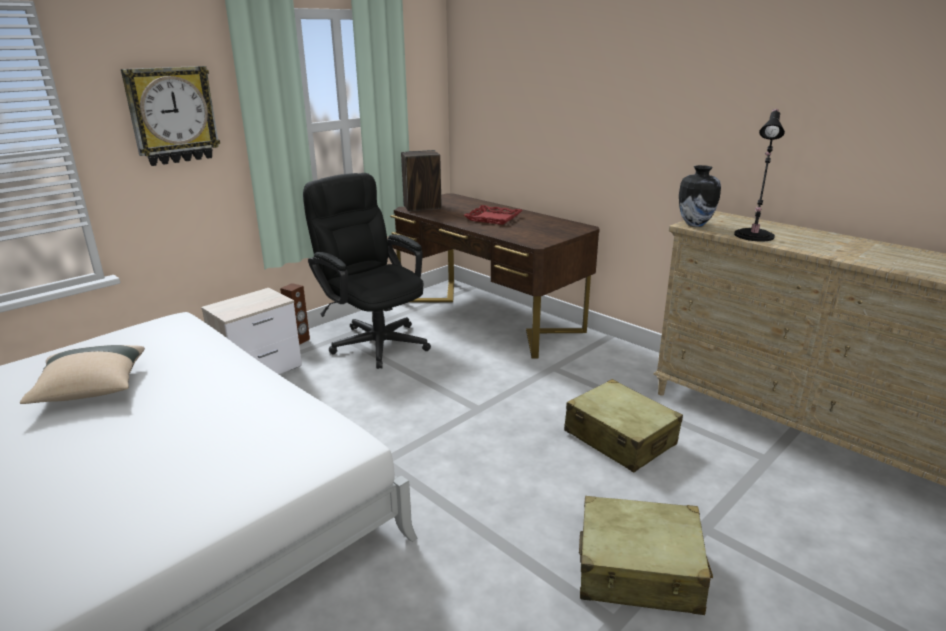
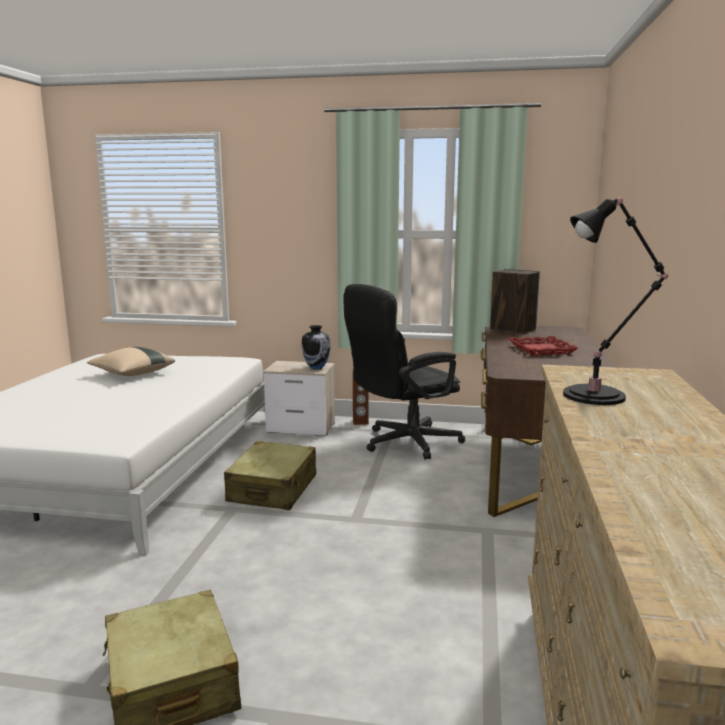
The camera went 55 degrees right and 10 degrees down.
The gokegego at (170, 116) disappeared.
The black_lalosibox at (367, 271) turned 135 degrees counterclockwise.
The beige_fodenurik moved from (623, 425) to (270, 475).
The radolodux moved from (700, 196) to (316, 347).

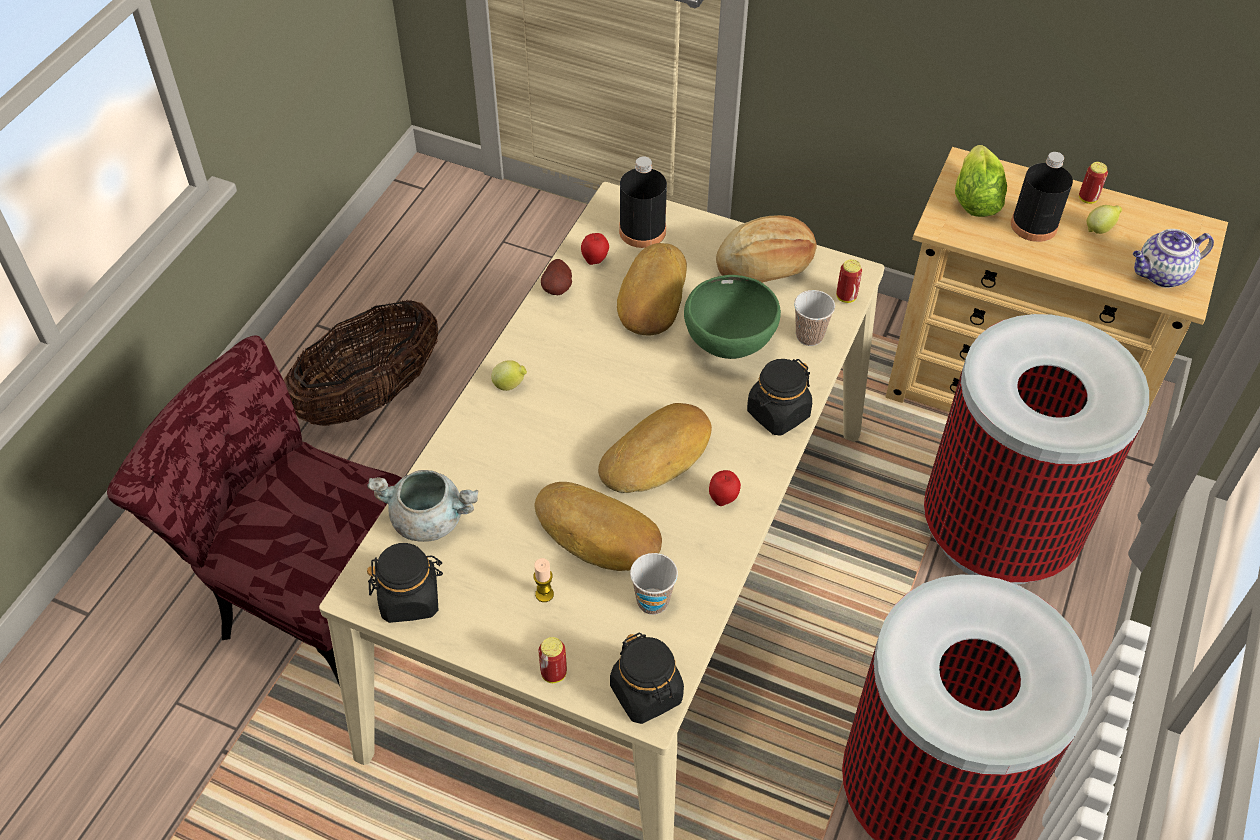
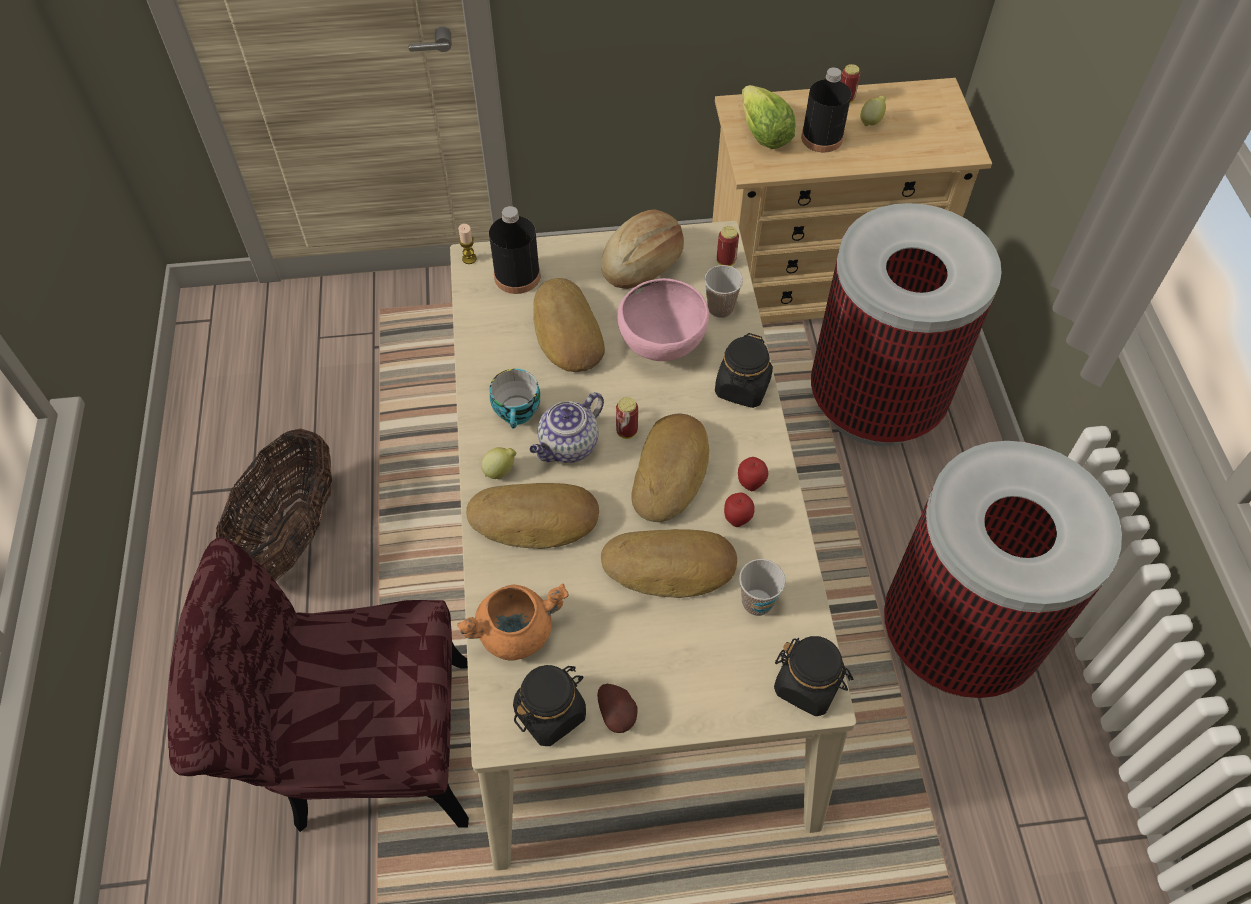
The camera went 30 degrees left and 5 degrees up.
The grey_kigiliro at (423, 506) became the orange_kigiliro at (513, 622).
The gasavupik moved from (543, 580) to (467, 244).
The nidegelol moved from (552, 660) to (627, 418).
The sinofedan moved from (556, 277) to (617, 708).
The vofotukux moved from (595, 249) to (739, 510).
The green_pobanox at (732, 317) became the pink_pobanox at (663, 319).
The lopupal moved from (1173, 258) to (567, 427).
The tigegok at (532, 516) appeared.
The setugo at (514, 399) appeared.

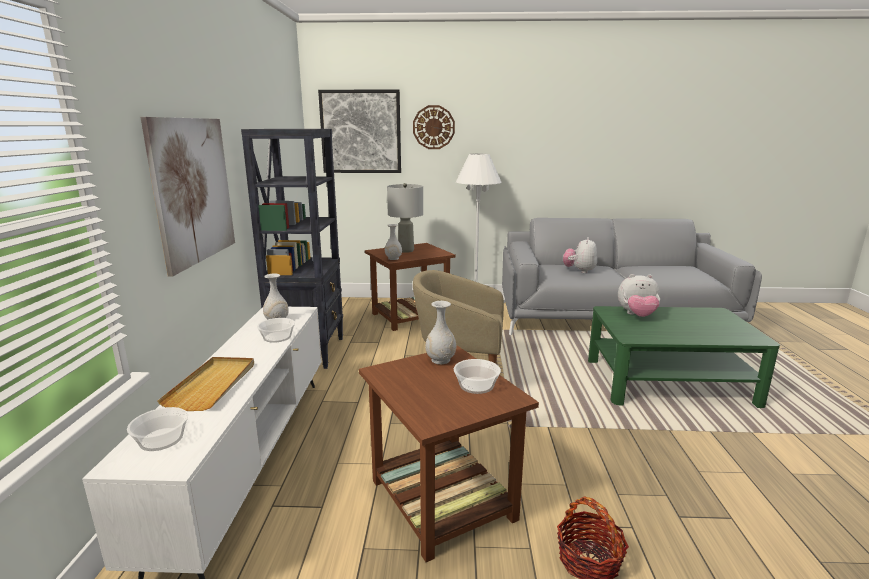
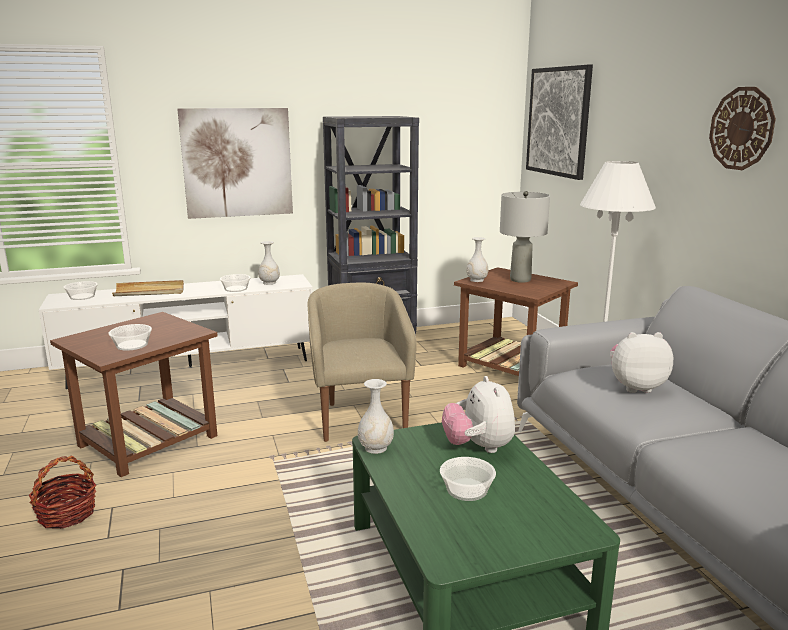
The camera went 70 degrees right and 0 degrees up.
The gokegego moved from (434, 127) to (742, 128).
The white_radolodux moved from (440, 332) to (376, 416).
The pobanox at (468, 479) appeared.

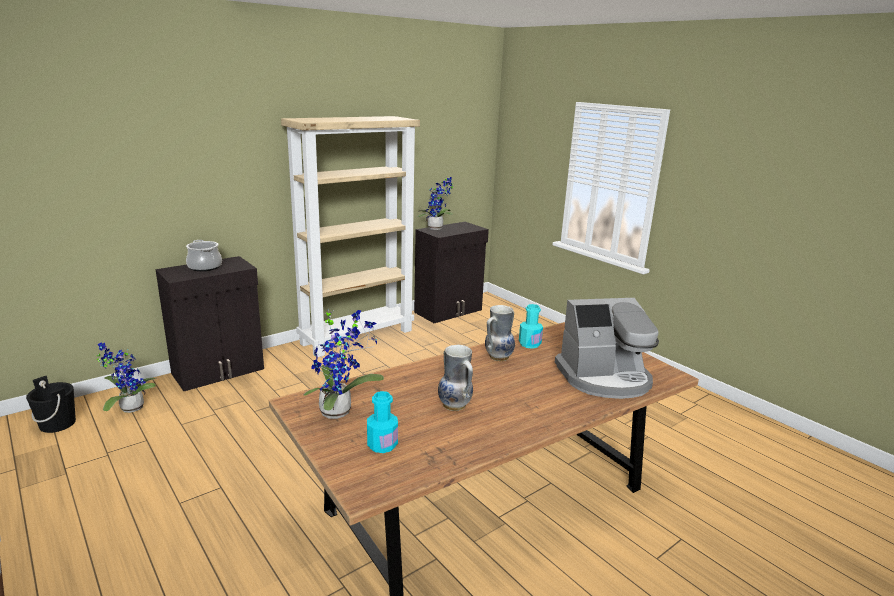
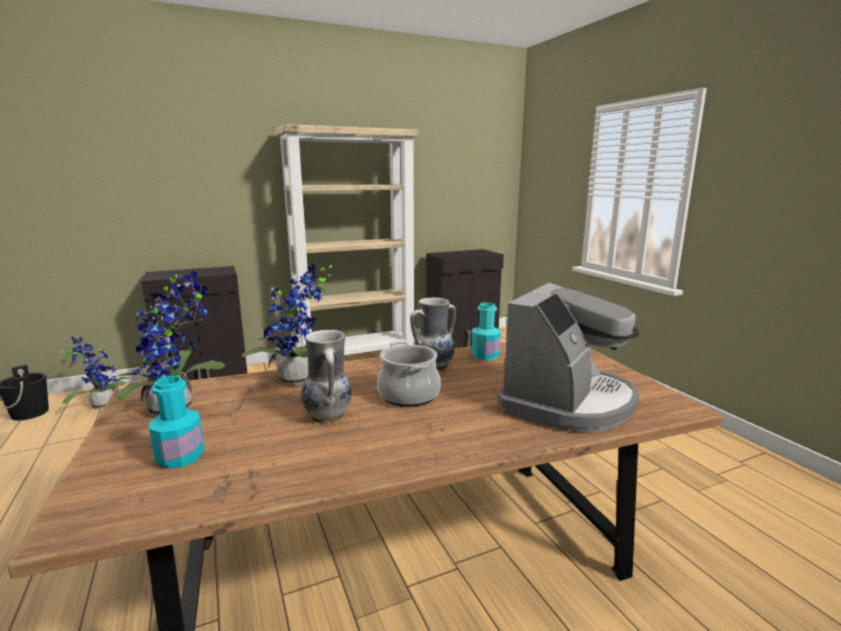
The camera went 15 degrees right and 5 degrees down.
The kigiliro moved from (204, 255) to (409, 374).
The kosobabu moved from (435, 203) to (286, 325).
The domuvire at (607, 348) turned 60 degrees counterclockwise.

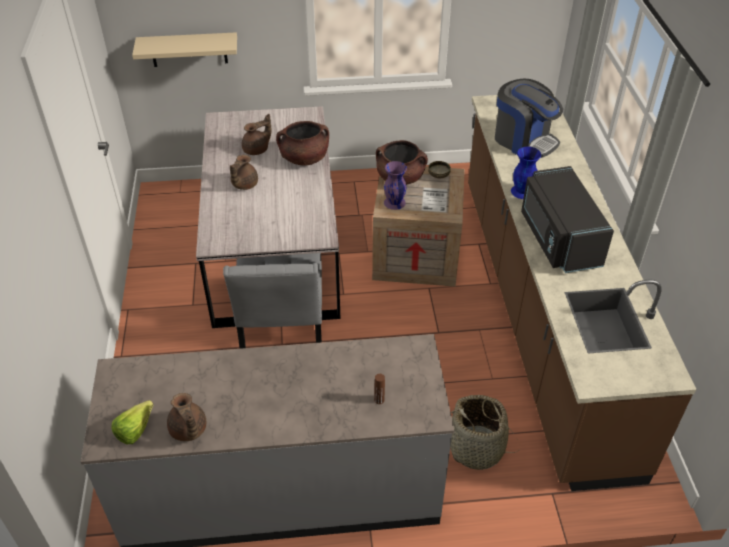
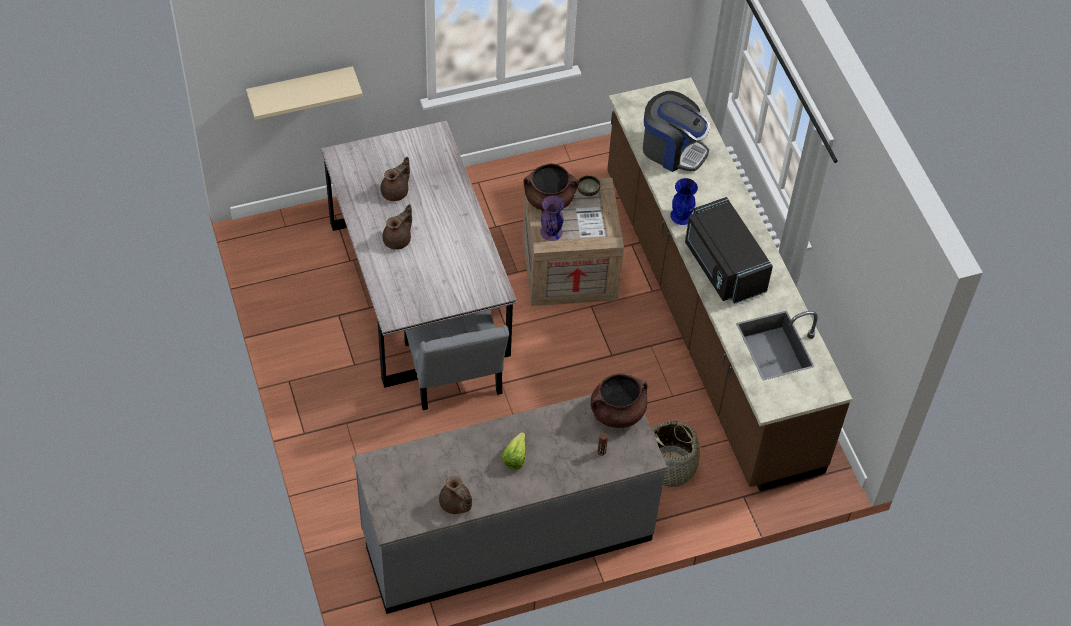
The camera went 15 degrees left and 10 degrees up.
The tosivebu moved from (132, 422) to (513, 451).
The brown_lopupal at (244, 172) turned 150 degrees counterclockwise.
The brown_kigiliro moved from (302, 143) to (619, 400).

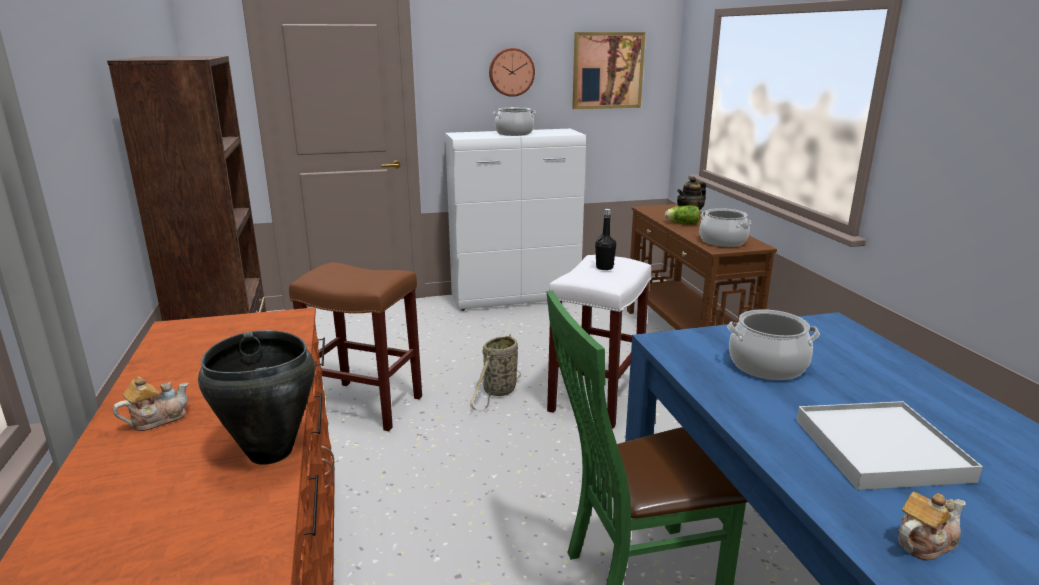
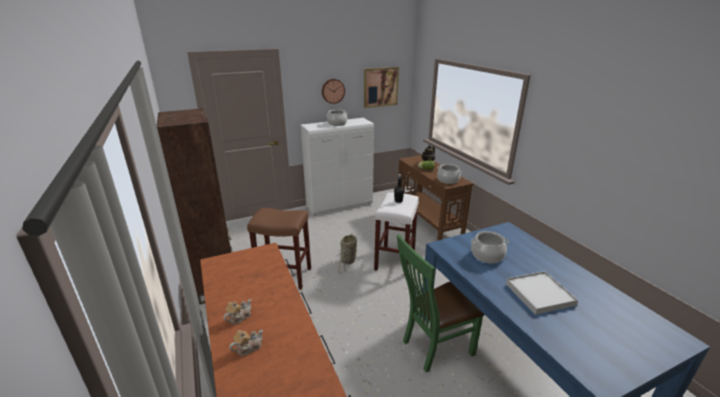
The camera went 10 degrees left and 5 degrees up.
The black_kigiliro at (256, 397) disappeared.
The lopupal moved from (932, 526) to (246, 342).

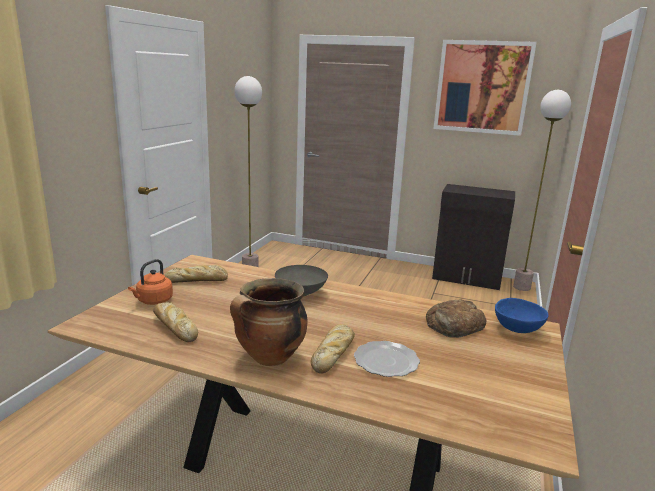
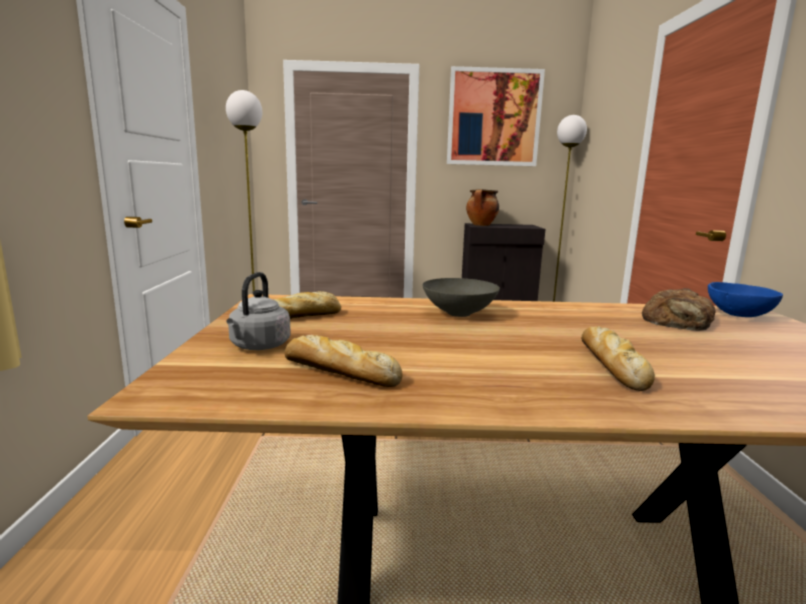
The camera went 20 degrees left and 5 degrees down.
The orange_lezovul at (150, 282) became the grey_lezovul at (259, 311).
The kigiliro moved from (269, 322) to (482, 207).
The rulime at (387, 359) disappeared.

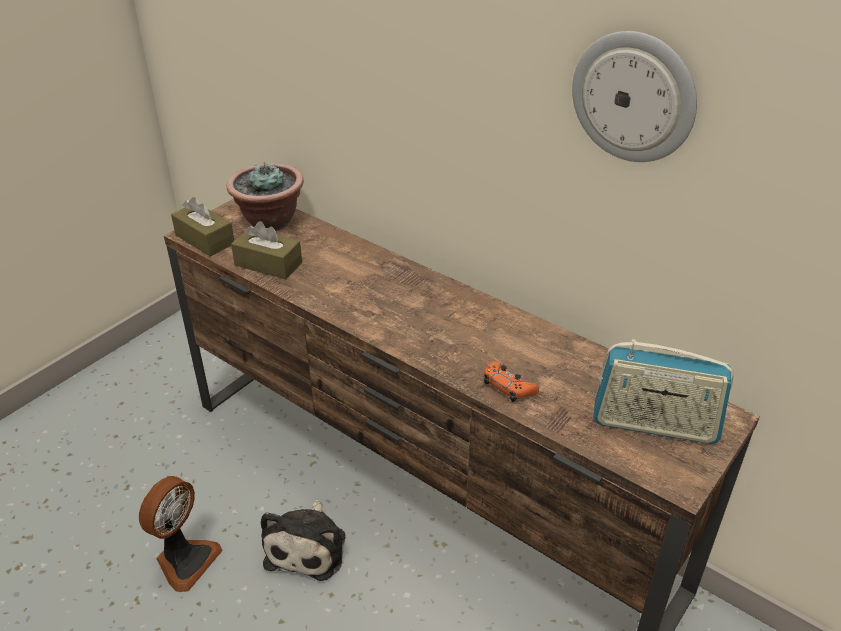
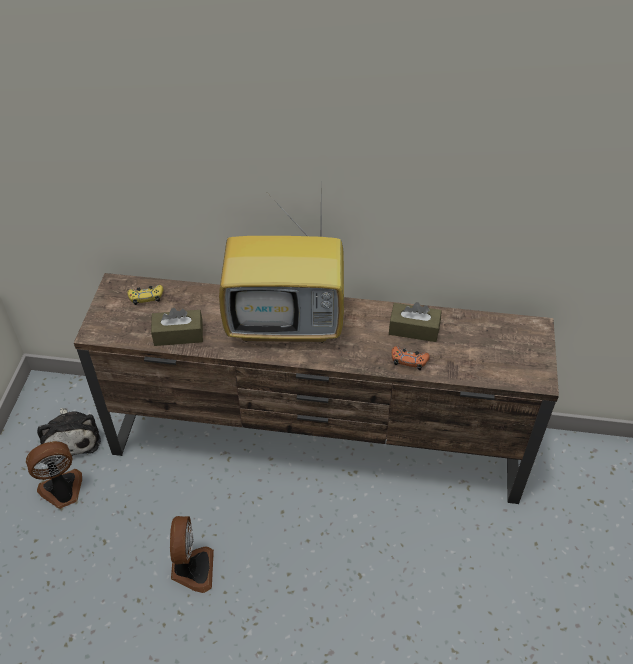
The camera went 30 degrees left and 10 degrees up.
The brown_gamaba moved from (202, 227) to (415, 322).
The kosobabu at (265, 196) was replaced by the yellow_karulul at (145, 295).
The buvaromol moved from (303, 540) to (69, 435).
The gokegego at (634, 96) disappeared.
The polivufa at (663, 391) disappeared.
The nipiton at (54, 475) appeared.
The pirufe at (281, 270) appeared.

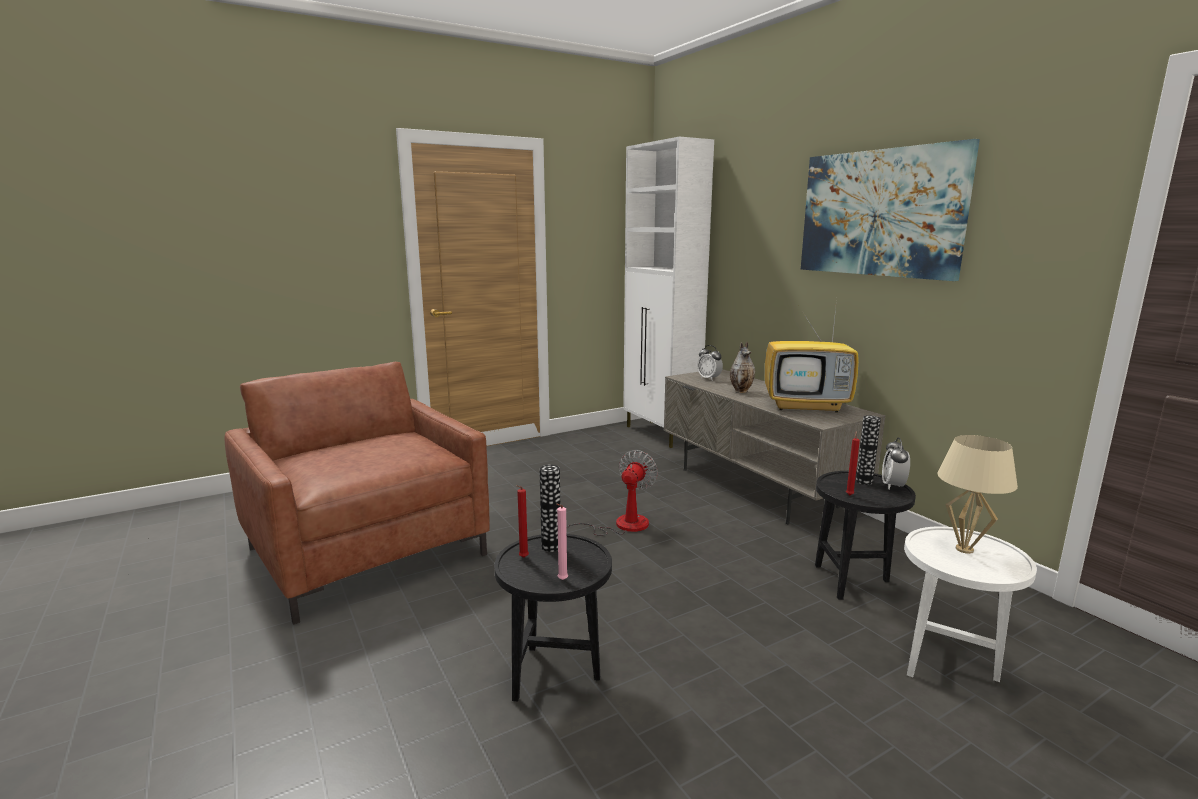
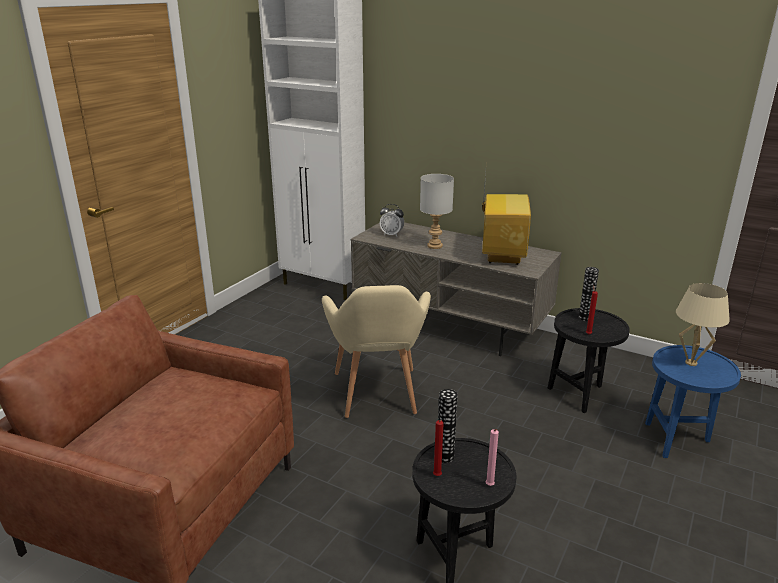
The camera went 30 degrees left and 10 degrees up.
The nipiton at (609, 493) was replaced by the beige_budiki at (376, 351).
The radolodux at (742, 367) was replaced by the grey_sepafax at (437, 211).
The pirufe at (811, 356) turned 60 degrees counterclockwise.
The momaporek at (890, 210) disappeared.
The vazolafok at (896, 464) disappeared.
The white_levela at (970, 604) became the blue_levela at (693, 401).

